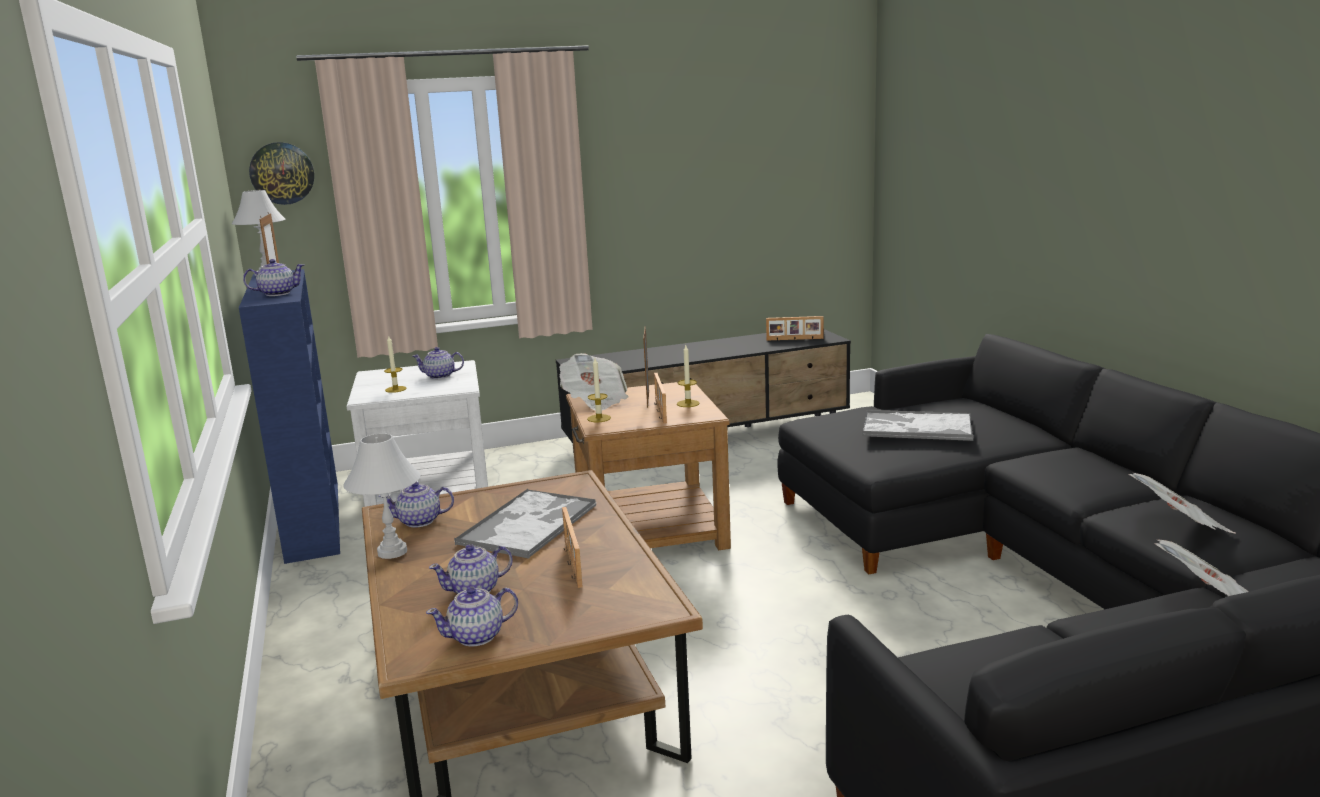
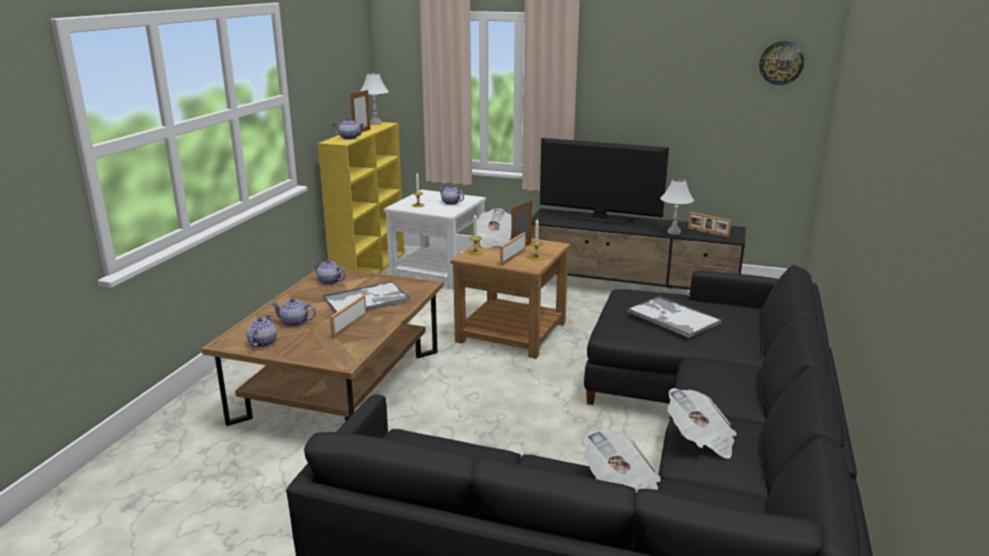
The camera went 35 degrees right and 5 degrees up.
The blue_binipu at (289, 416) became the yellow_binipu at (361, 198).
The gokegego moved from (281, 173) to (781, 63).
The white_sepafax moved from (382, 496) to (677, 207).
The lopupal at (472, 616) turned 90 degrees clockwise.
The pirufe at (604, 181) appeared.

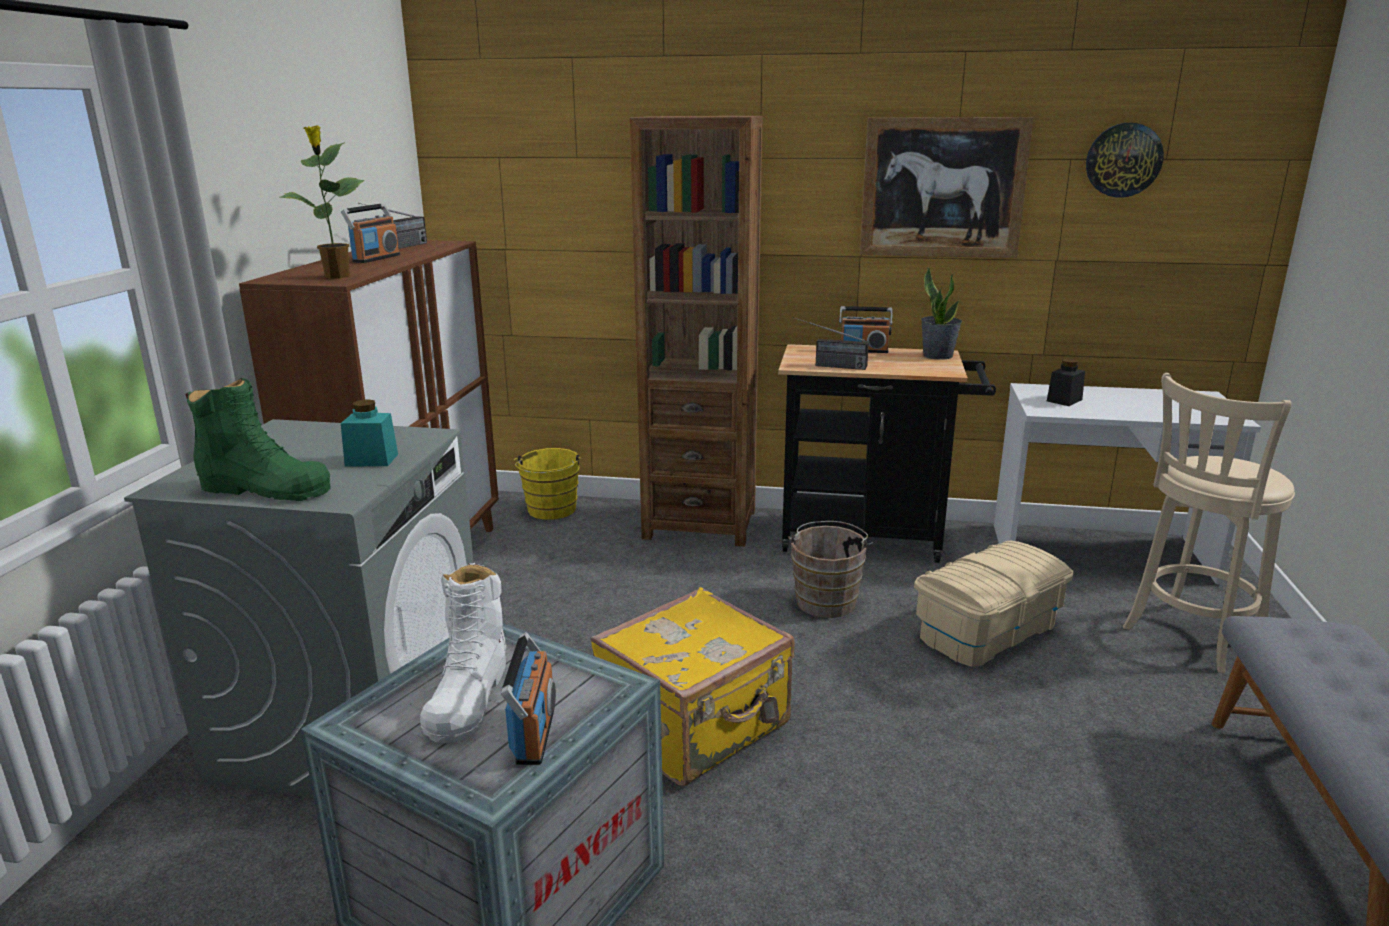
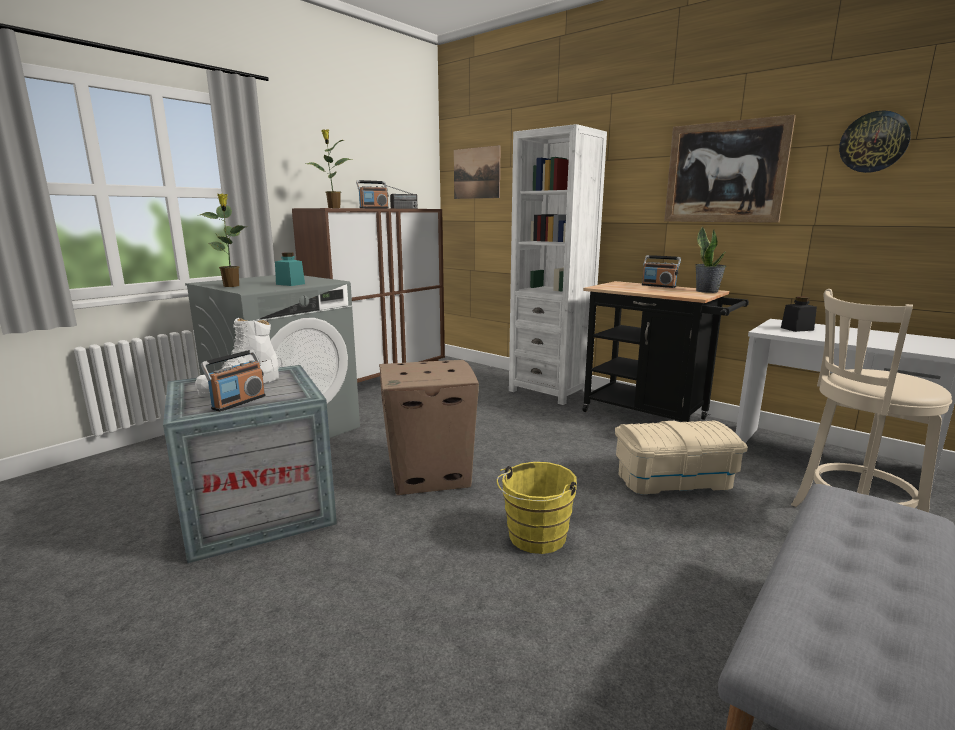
The camera went 30 degrees right and 5 degrees down.
The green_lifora at (258, 439) was replaced by the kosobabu at (223, 240).
The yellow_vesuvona moved from (547, 484) to (537, 508).
The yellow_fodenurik at (693, 686) was replaced by the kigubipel at (429, 427).
The brown_binipu at (696, 331) became the white_binipu at (558, 264).
The brown_vesuvona at (830, 569) disappeared.
The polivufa at (831, 343) disappeared.
The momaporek at (477, 172) appeared.

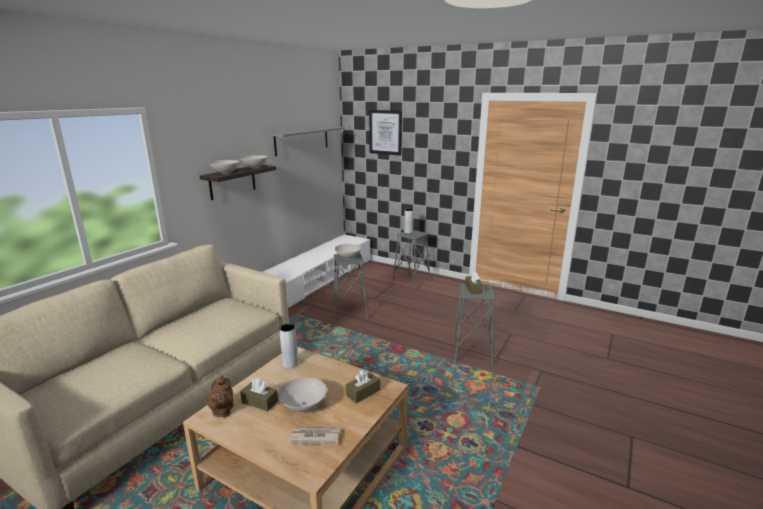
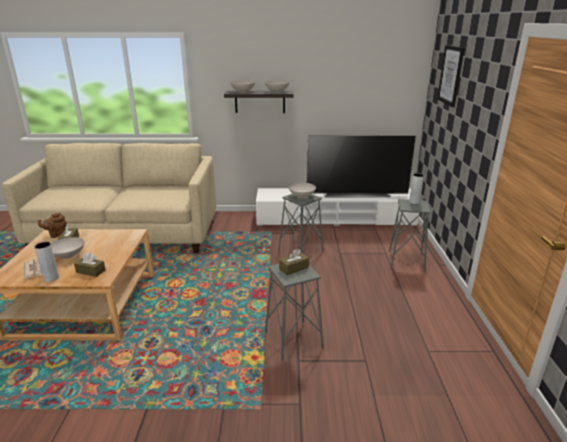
The camera went 60 degrees right and 5 degrees up.
The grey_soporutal at (306, 141) disappeared.
The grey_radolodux moved from (288, 346) to (47, 262).
The pirufe at (361, 166) appeared.

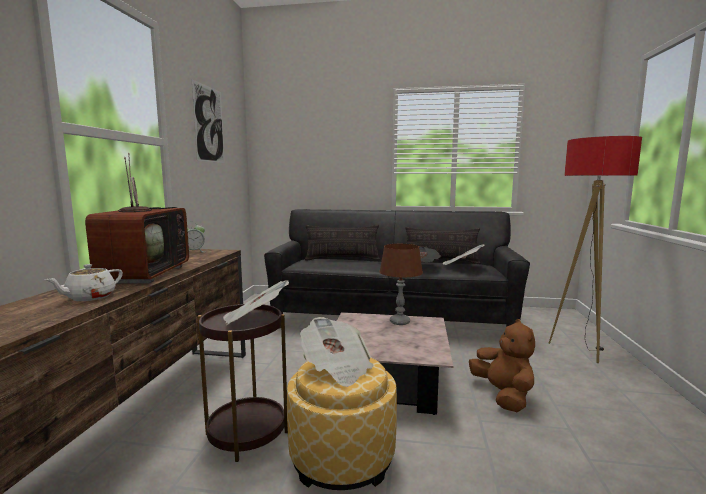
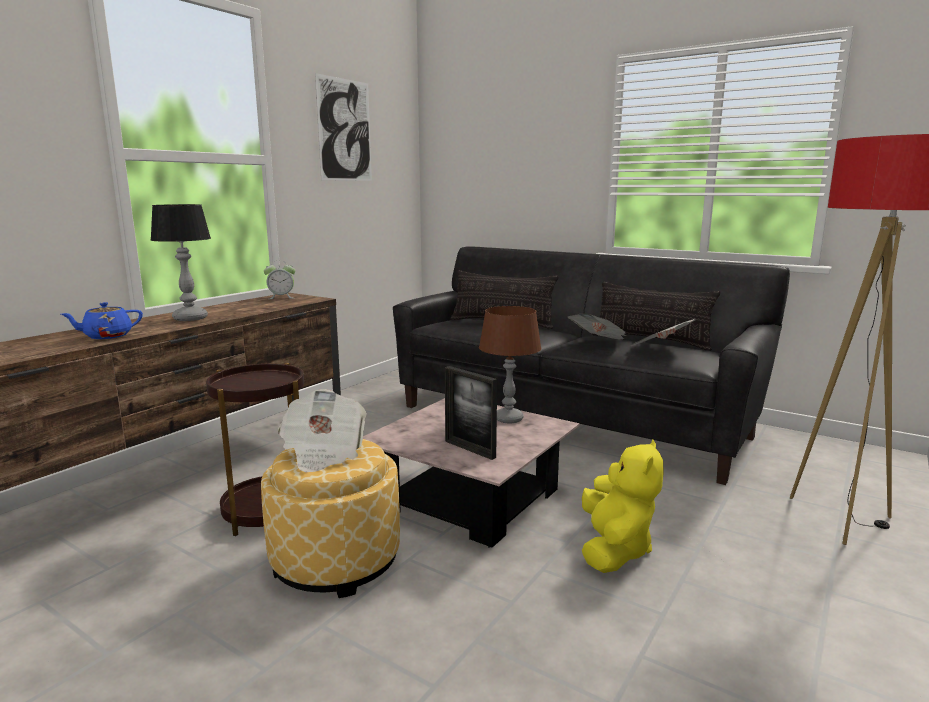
The camera went 25 degrees right and 5 degrees up.
The white_lopupal at (83, 282) became the blue_lopupal at (102, 320).
The pirufe at (137, 218) was replaced by the sepafax at (181, 262).
The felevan at (256, 302) disappeared.
The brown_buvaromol at (502, 365) became the yellow_buvaromol at (623, 506).
The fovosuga at (471, 413) appeared.

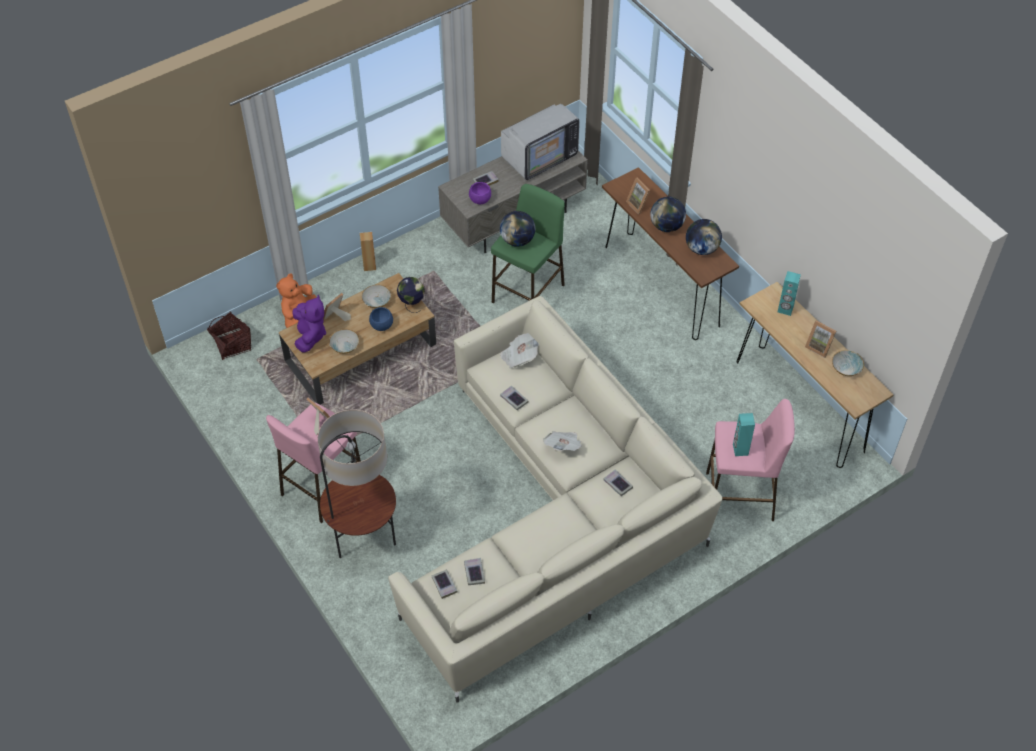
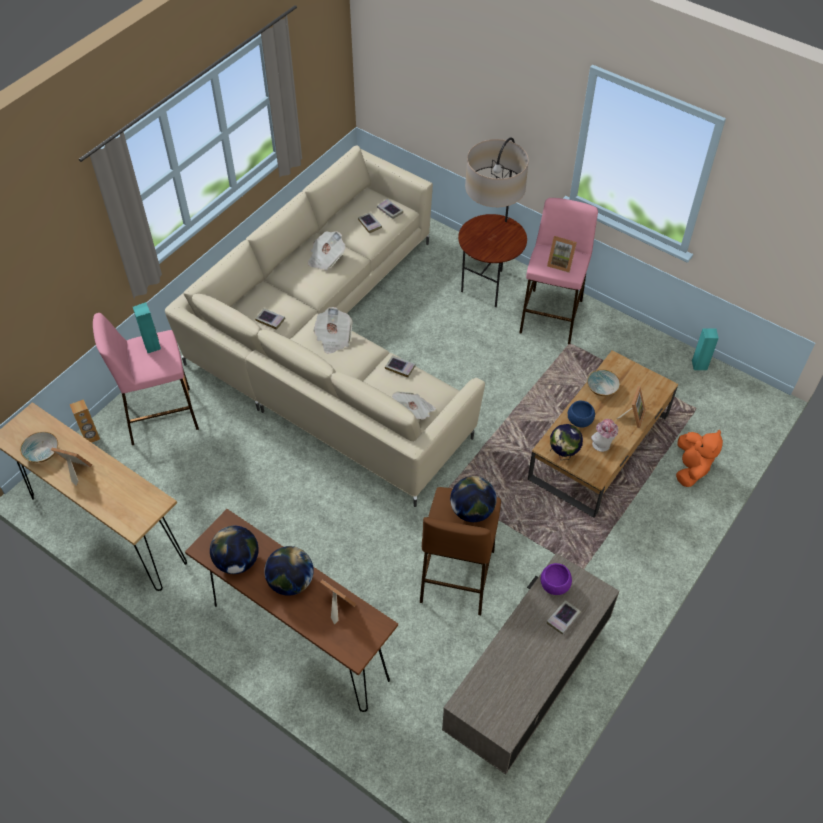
The camera went 160 degrees right and 0 degrees up.
The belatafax at (229, 336) disappeared.
The purple_buvaromol at (309, 324) disappeared.
The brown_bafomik moved from (368, 251) to (85, 421).
The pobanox at (376, 296) was replaced by the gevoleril at (604, 435).
The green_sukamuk at (528, 243) became the brown_sukamuk at (460, 551).
The pirufe at (540, 142) disappeared.
The turquoise_bafomik moved from (789, 293) to (705, 349).
The felevan at (326, 251) appeared.

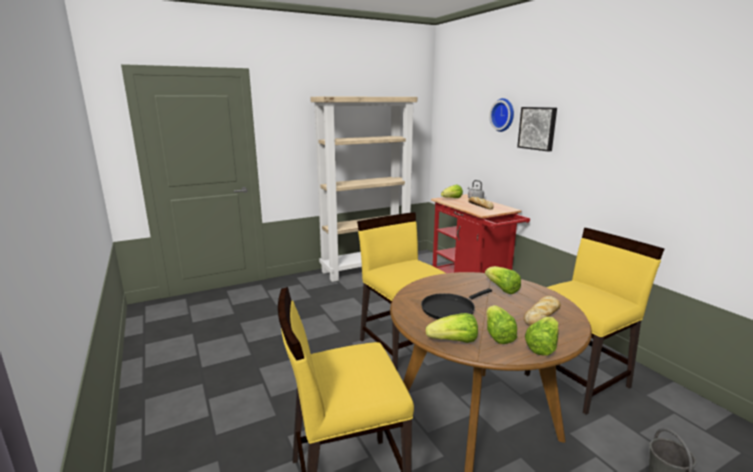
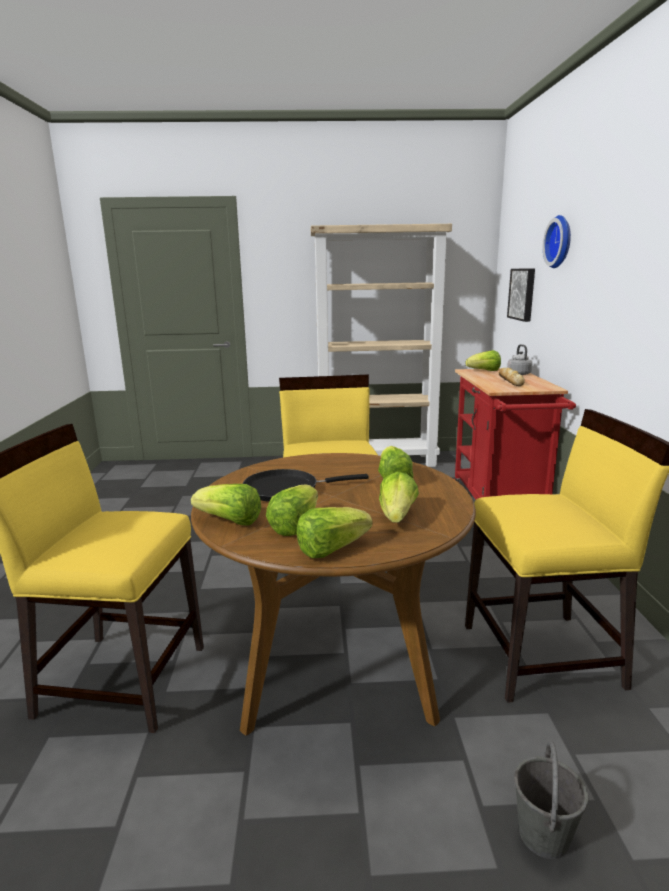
The camera went 25 degrees right and 0 degrees up.
The momaporek moved from (537, 129) to (521, 295).
The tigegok at (542, 311) was replaced by the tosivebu at (399, 497).

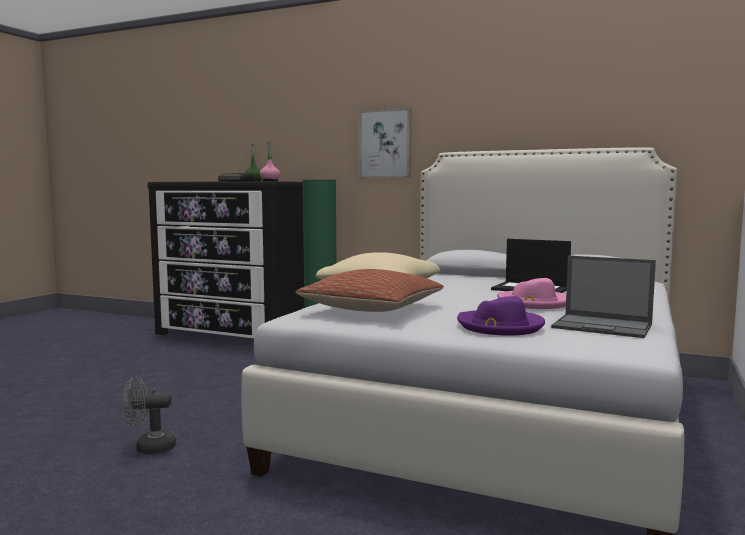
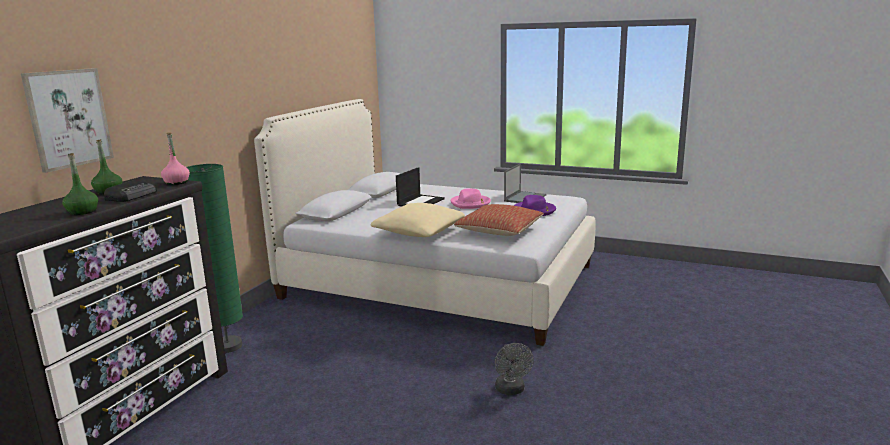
The camera went 90 degrees left and 10 degrees up.
The momaporek moved from (385, 143) to (67, 120).
The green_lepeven at (80, 184) appeared.

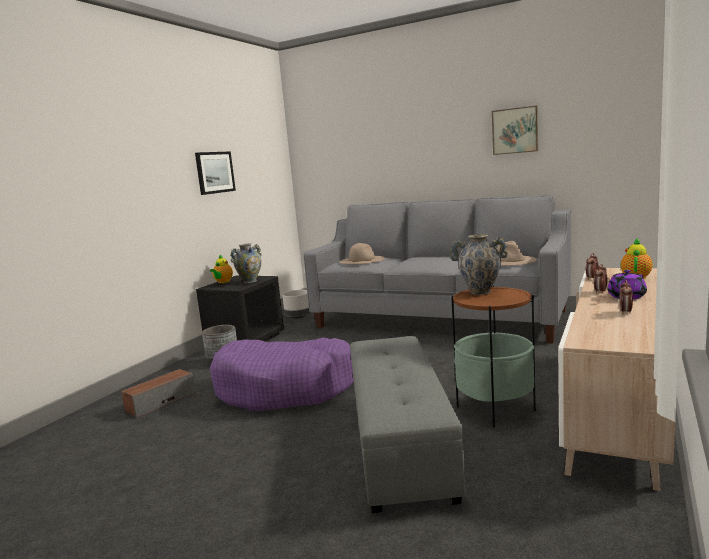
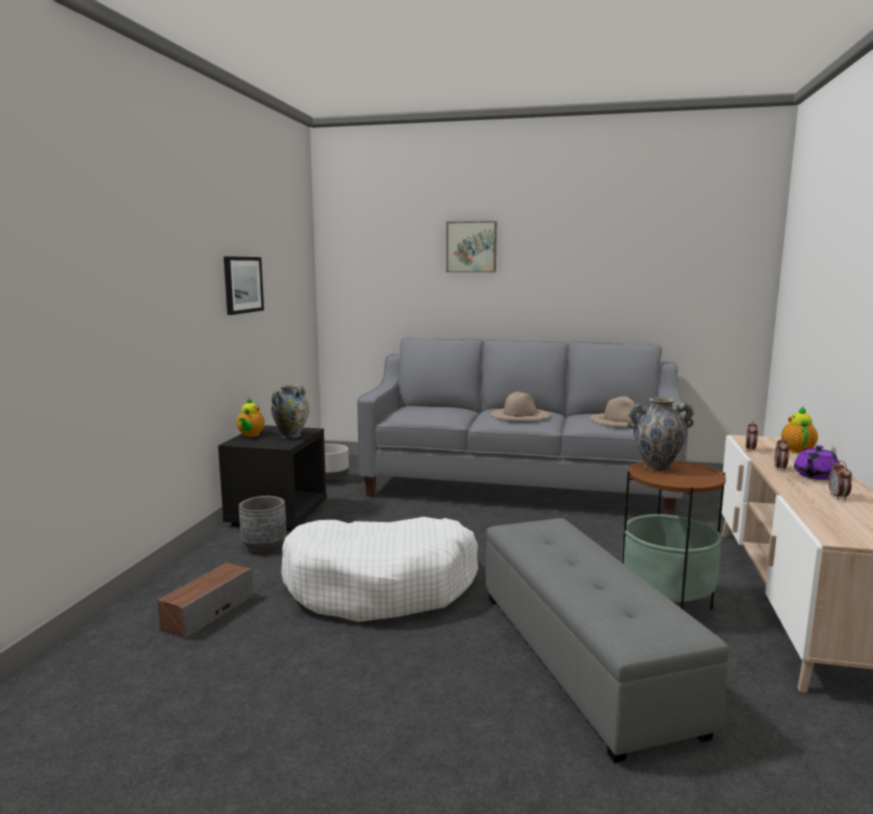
The camera went 15 degrees left and 0 degrees up.
The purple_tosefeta at (282, 374) became the white_tosefeta at (379, 569).
The beige_gevoleril moved from (362, 253) to (521, 406).
The momaporek moved from (515, 130) to (471, 246).

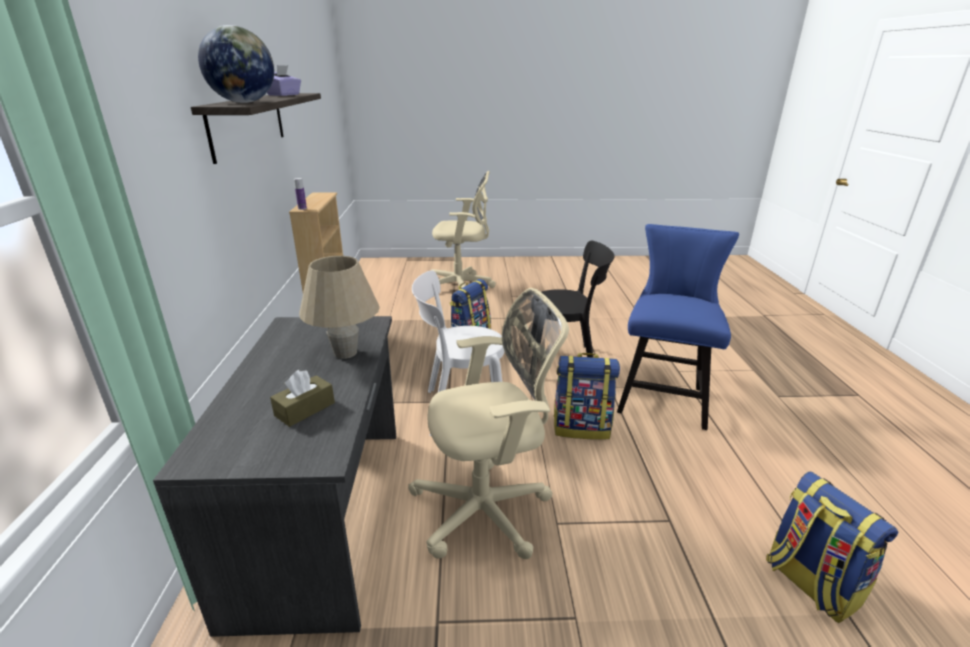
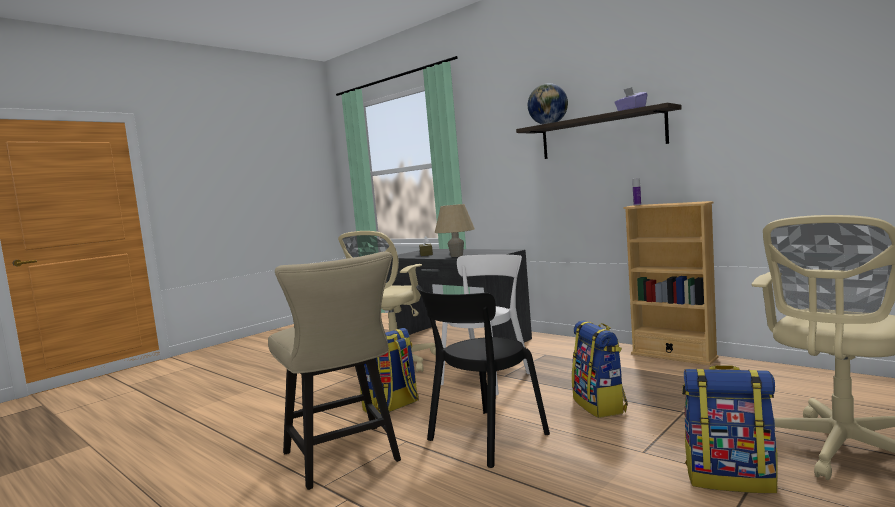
The camera went 135 degrees right and 20 degrees down.
The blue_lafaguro at (678, 327) became the beige_lafaguro at (334, 371).
The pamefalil moved from (832, 547) to (730, 429).

